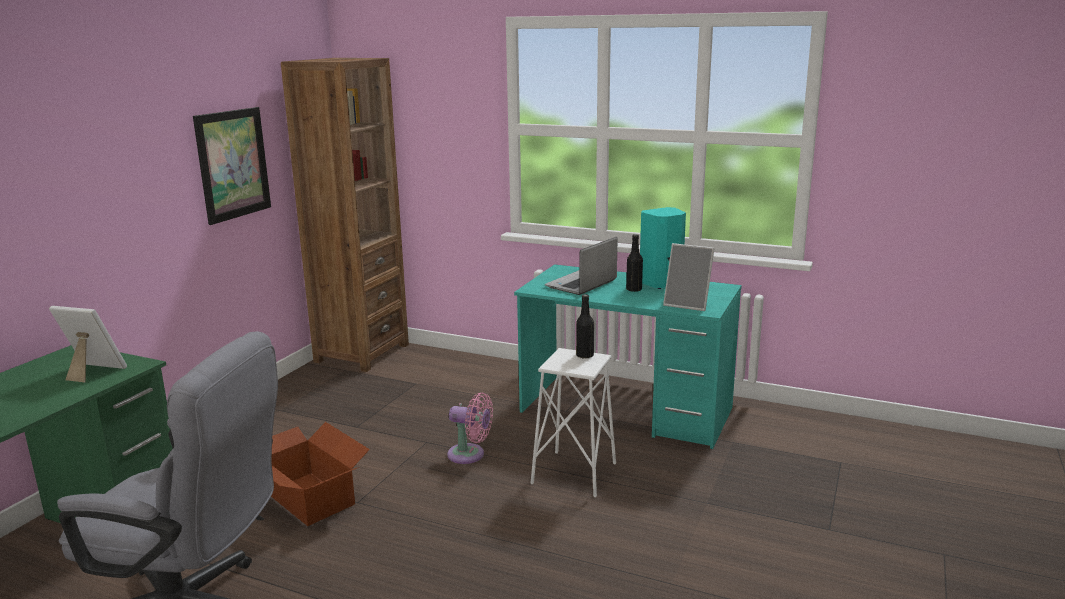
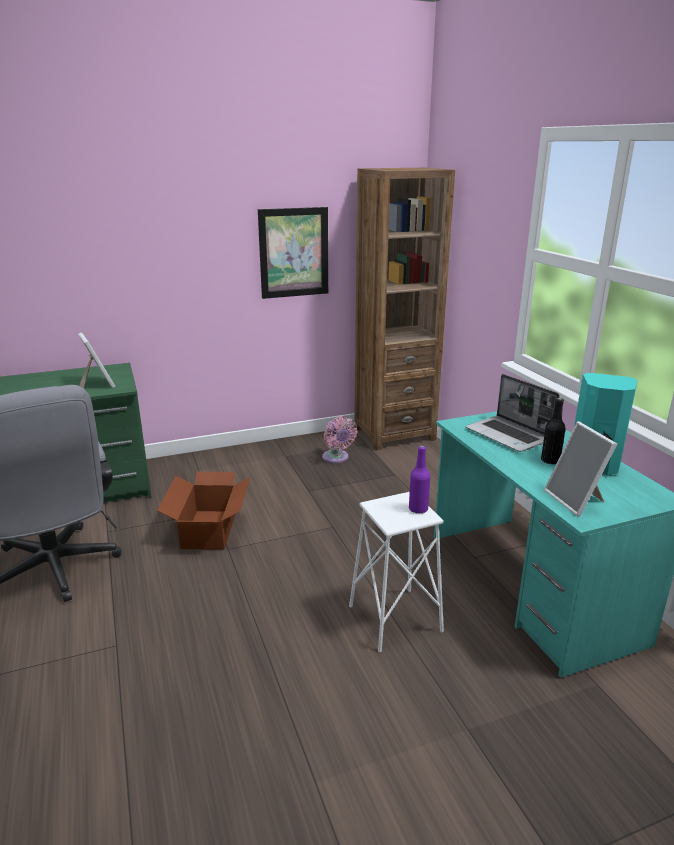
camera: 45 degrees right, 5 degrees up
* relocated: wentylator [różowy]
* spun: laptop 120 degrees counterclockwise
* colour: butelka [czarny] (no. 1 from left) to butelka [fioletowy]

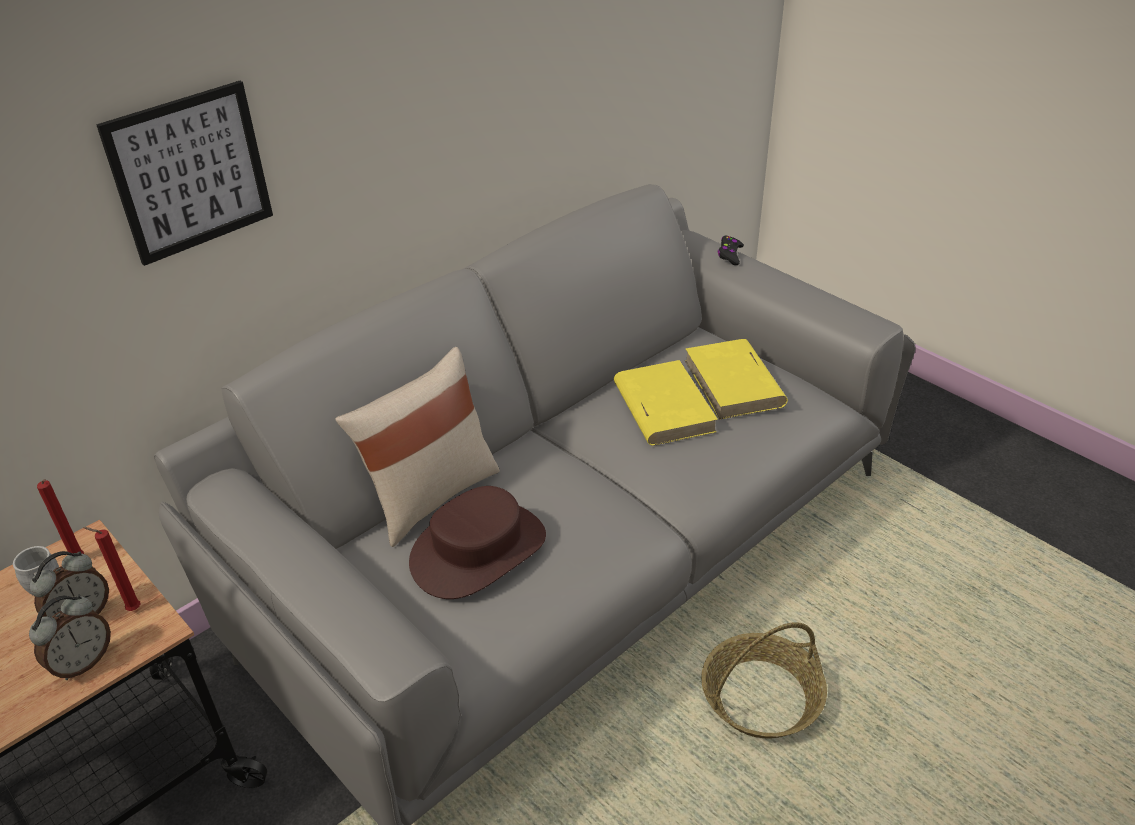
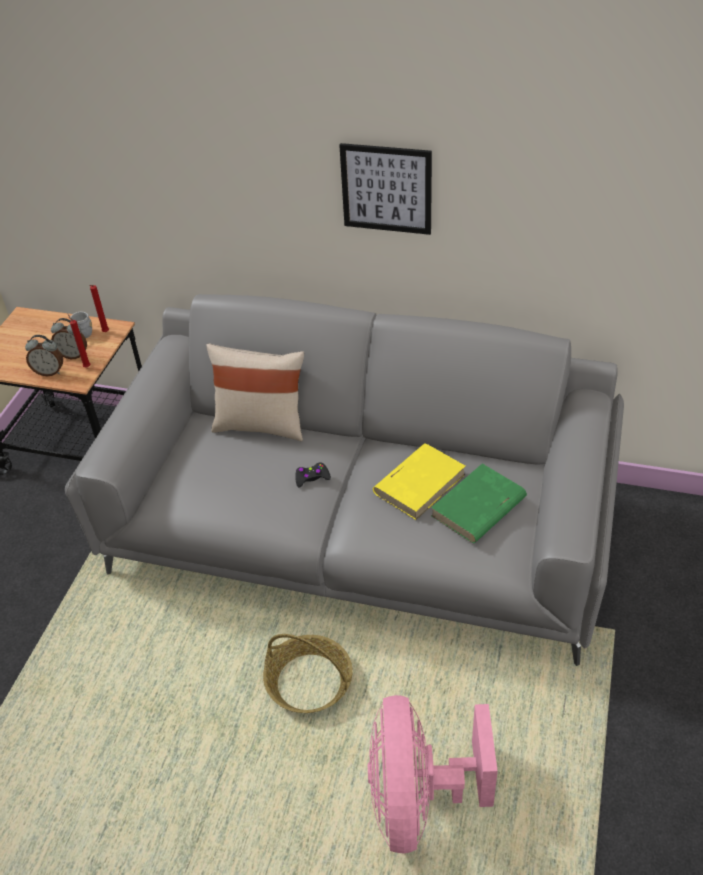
camera: 60 degrees right, 5 degrees up
* relocated: obraz
* missing: kapelusz [brązowy]
* colour: książka [żółty] (no. 2 from left) to książka [zielony]
* relocated: pad do gier [czarny]
* appeared: wentylator [różowy]

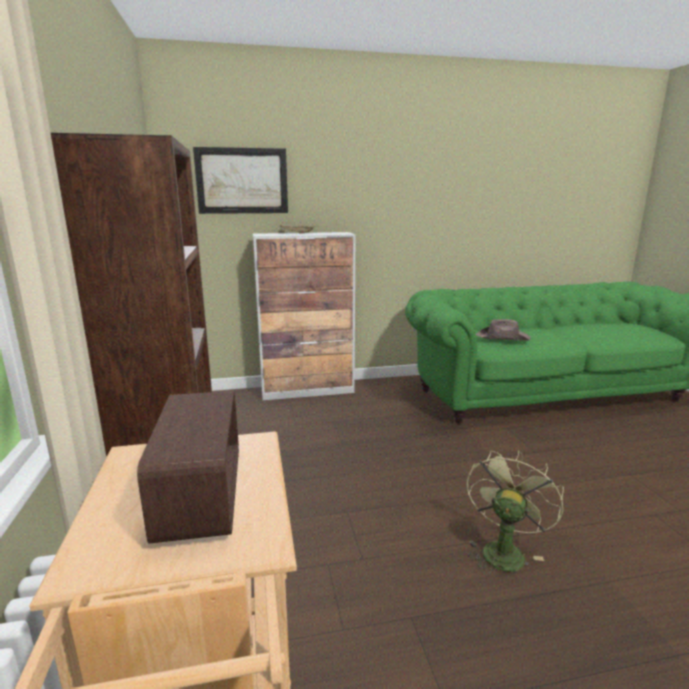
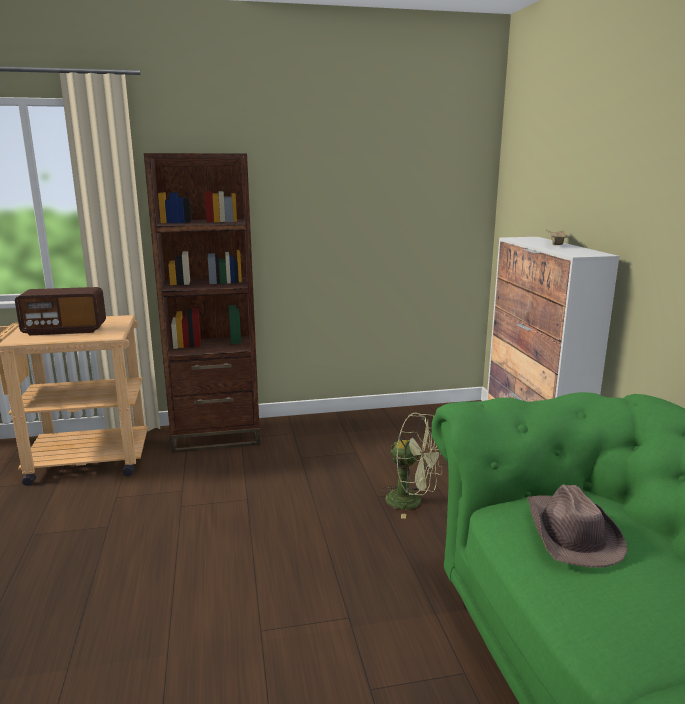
camera: 90 degrees right, 0 degrees up
* missing: obraz
* relocated: wentylator [zielony]

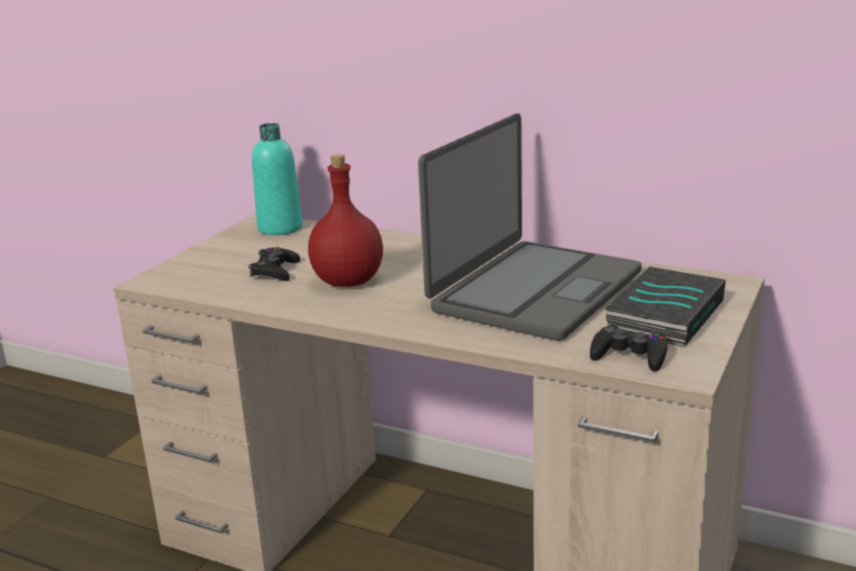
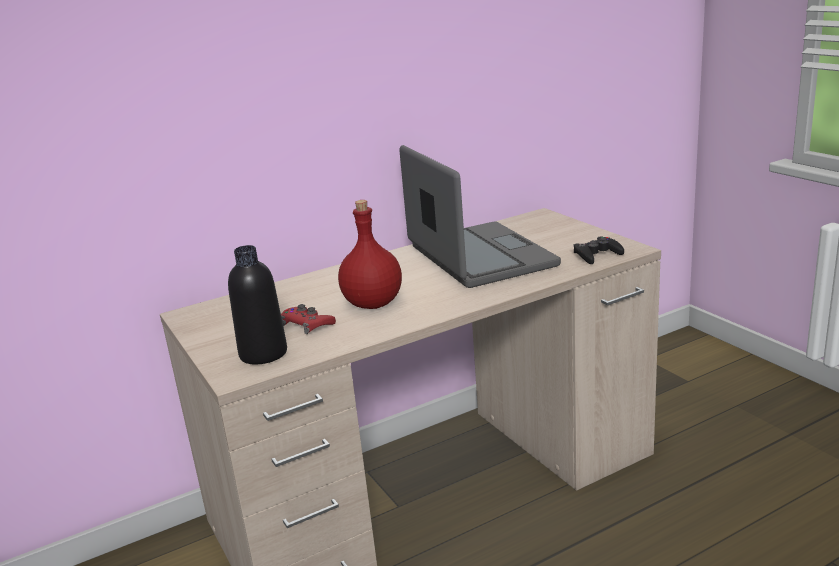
camera: 55 degrees left, 0 degrees up
* colour: pad do gier [czarny] (no. 1 from left) to pad do gier [czerwony]
* missing: butelka [turkusowy]
* missing: książka
* appeared: butelka [czarny]

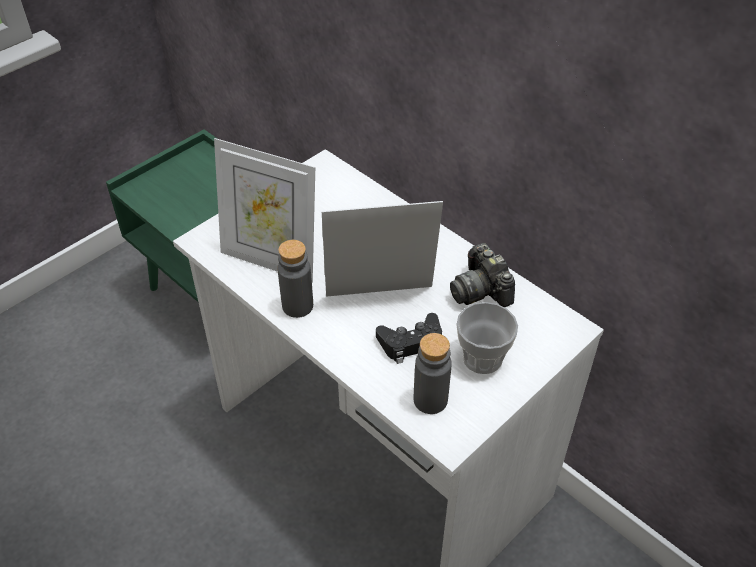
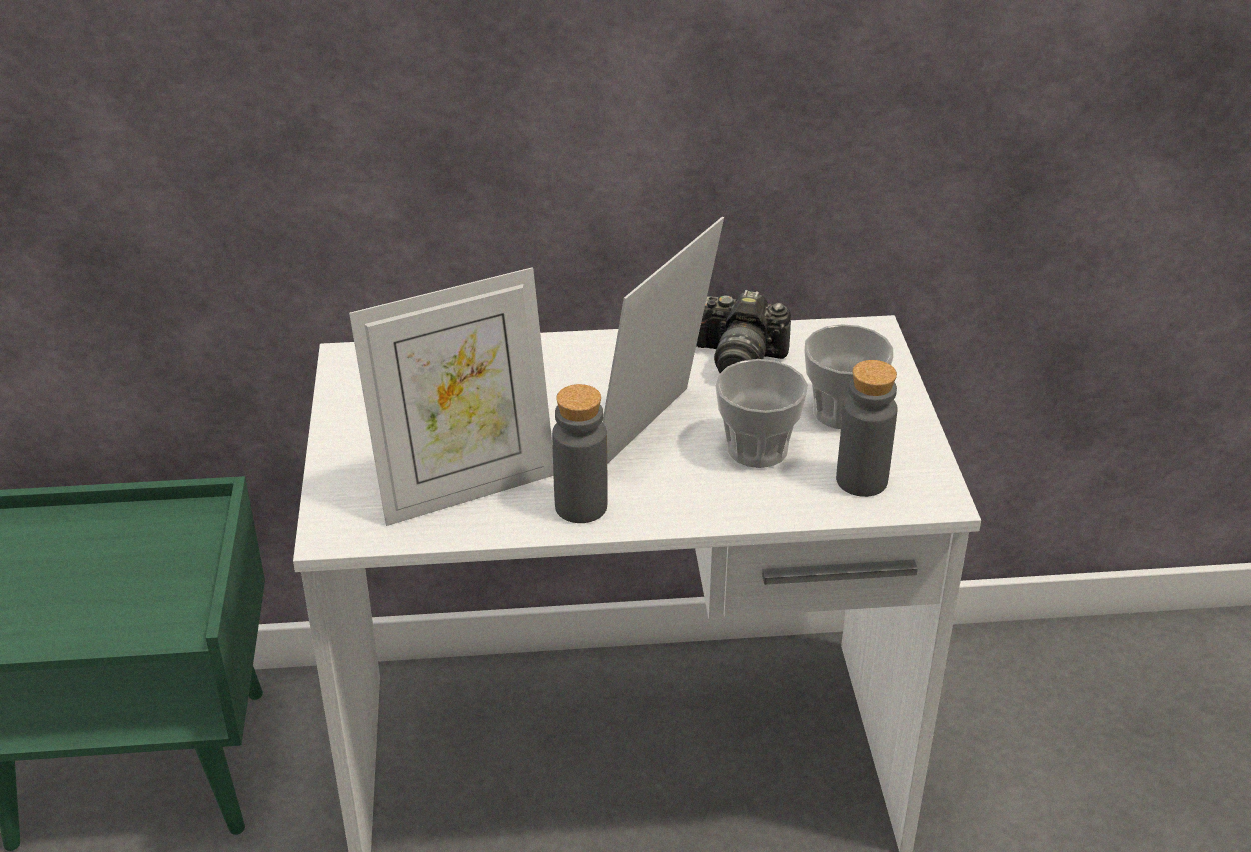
camera: 50 degrees left, 10 degrees down
* exchanged: pad do gier [czarny] to filiżanka (no. 1 from left)

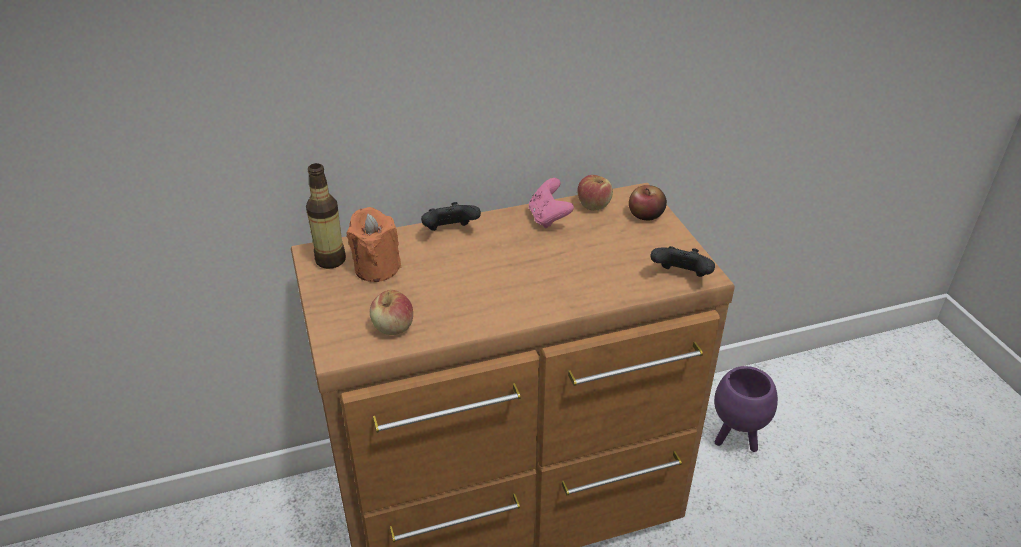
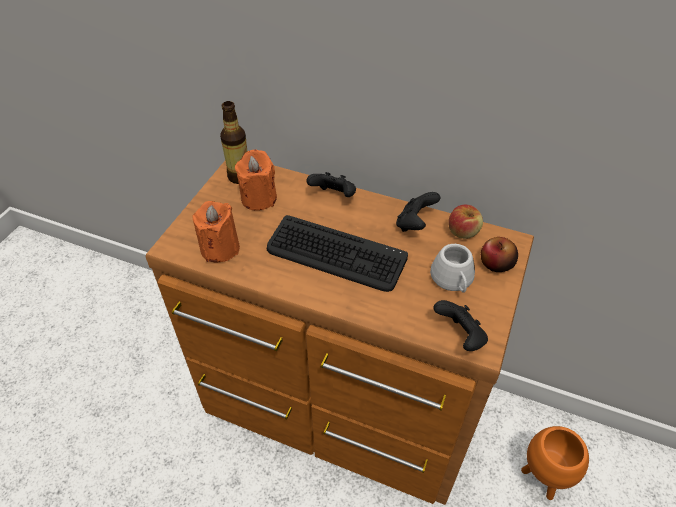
camera: 40 degrees right, 10 degrees up
* exchanged: jabłko (no. 1 from left) to świeca [pomarańczowy] (no. 1 from left)
* colour: pad do gier [różowy] to pad do gier [czarny] (no. 2 from left)
* colour: donica [fioletowy] to donica [pomarańczowy]
* appeared: klawiatura
* appeared: kubek [biały]

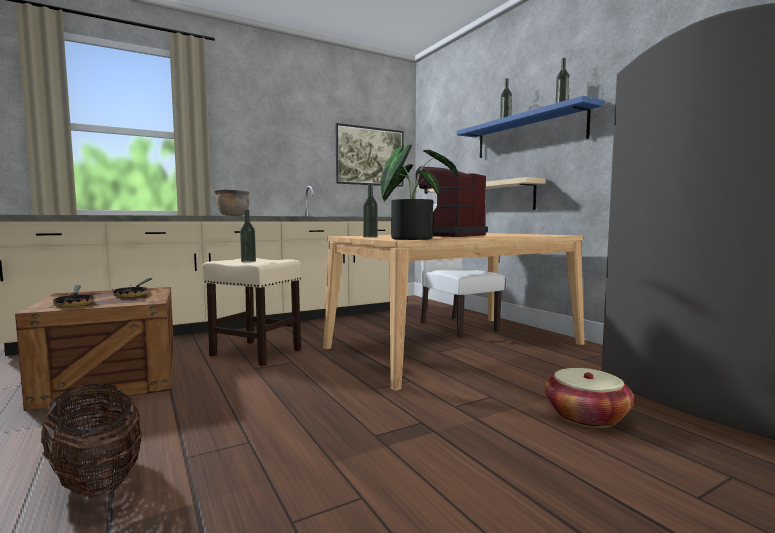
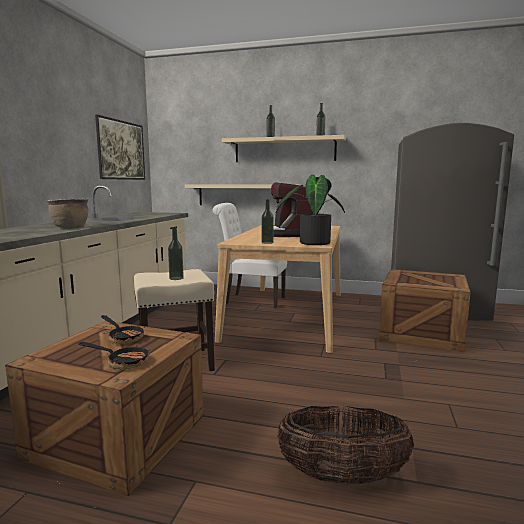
camera: 45 degrees left, 5 degrees up
* colour: półka [niebieski] to półka [beżowy] (no. 2 from left)
* exchanged: koszyk (no. 2 from left) to skrzynka (no. 2 from left)

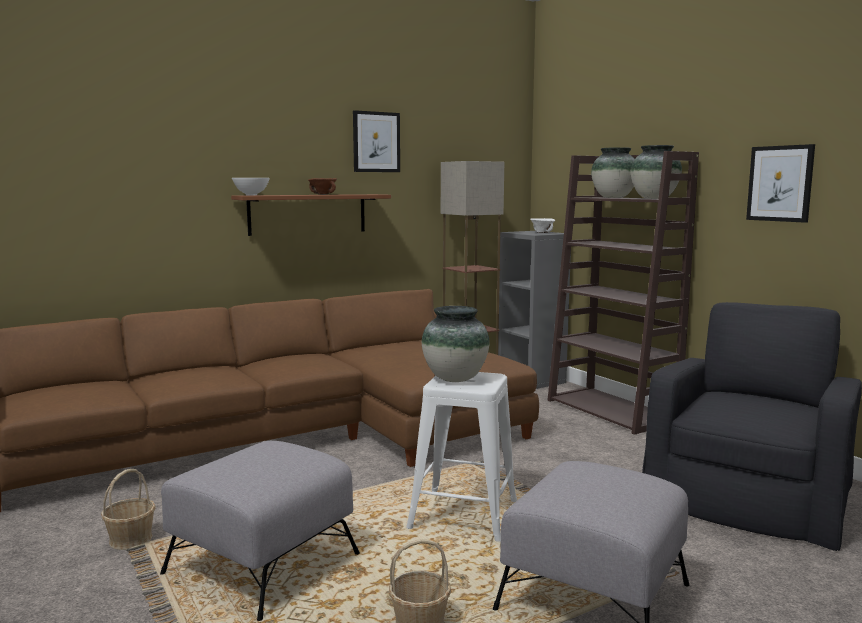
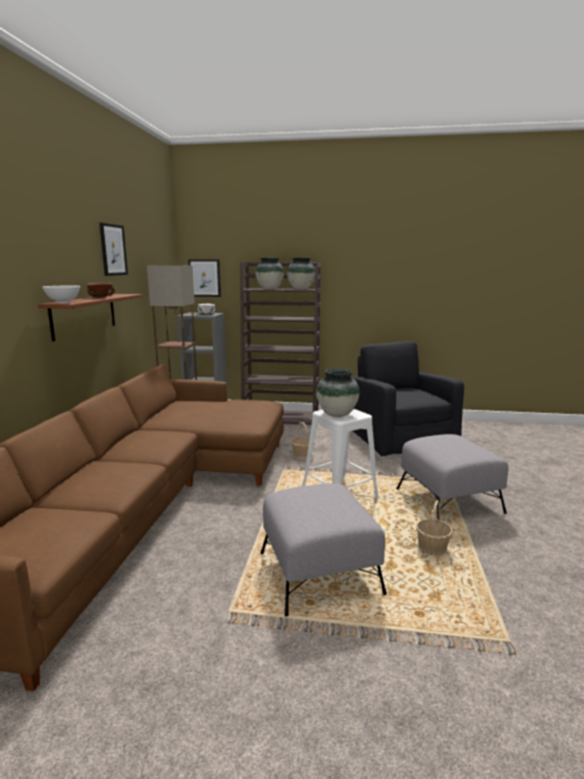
camera: 50 degrees left, 5 degrees up
* relocated: koszyk (no. 1 from left)
* relocated: obraz (no. 2 from left)

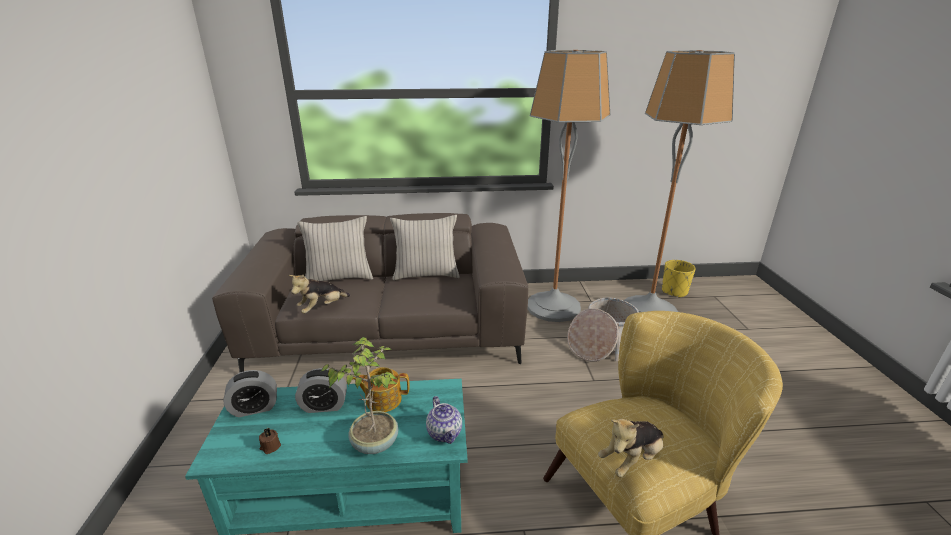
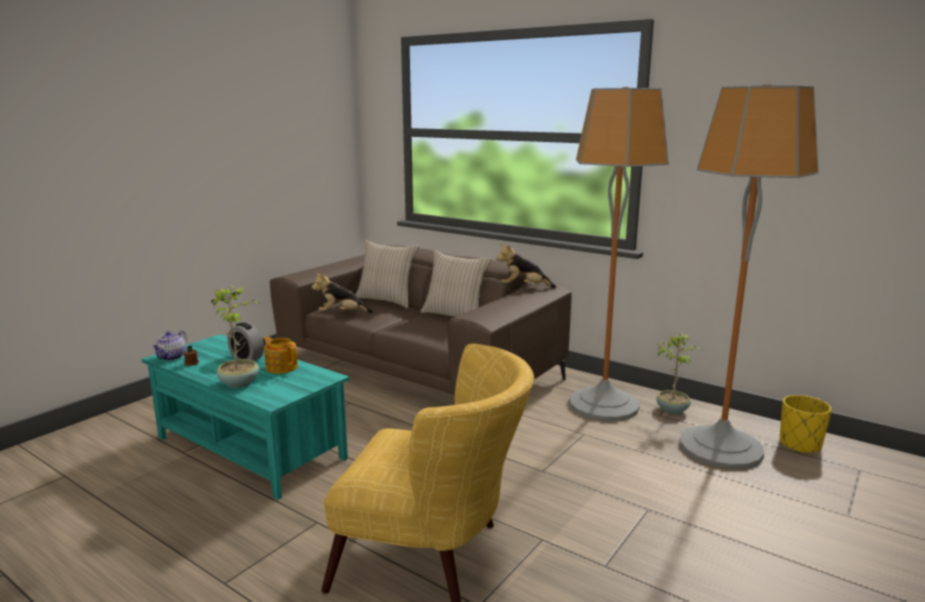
camera: 40 degrees right, 10 degrees down
* missing: budzik (no. 1 from left)
* relocated: imbryk (no. 2 from left in the first image) to imbryk (no. 1 from left)
* missing: koszyk
* relocated: pluszak (no. 2 from left)
* appeared: roślina doniczkowa (no. 2 from left)

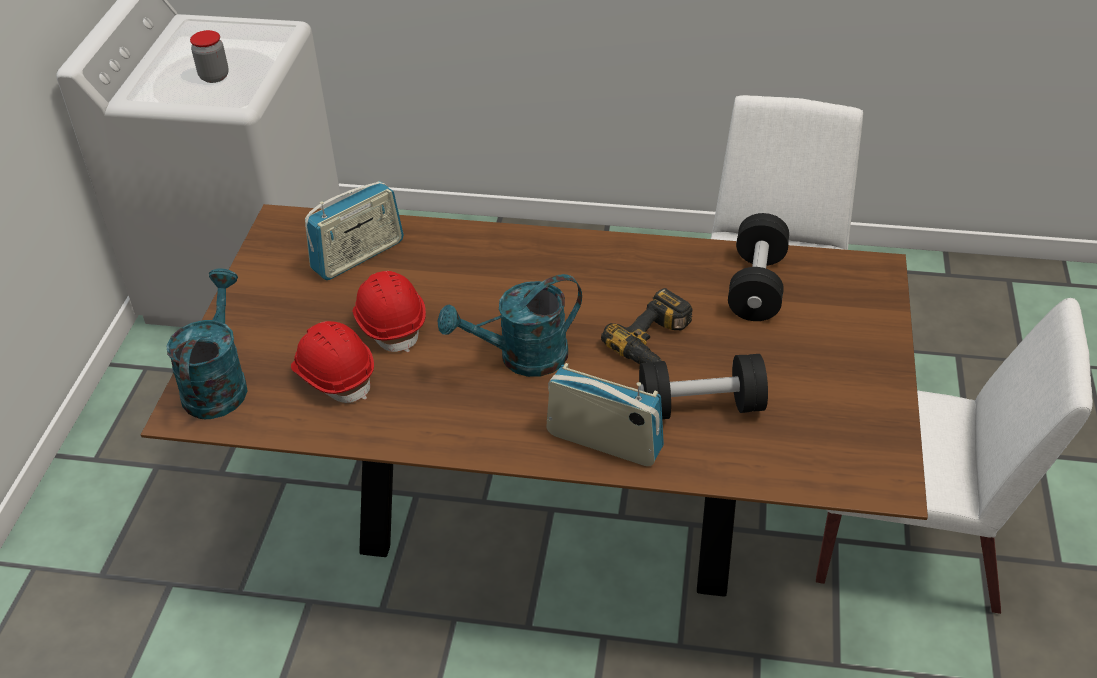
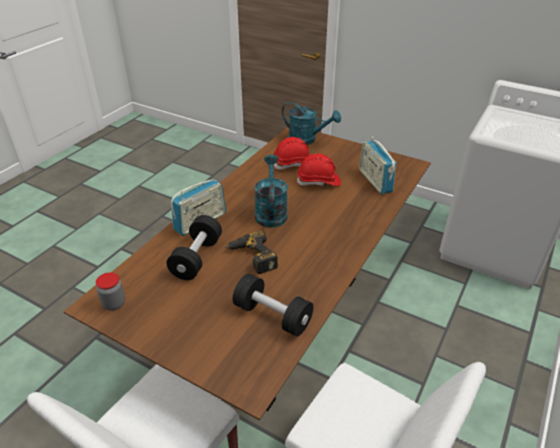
camera: 110 degrees right, 5 degrees down
* relocated: słoik

